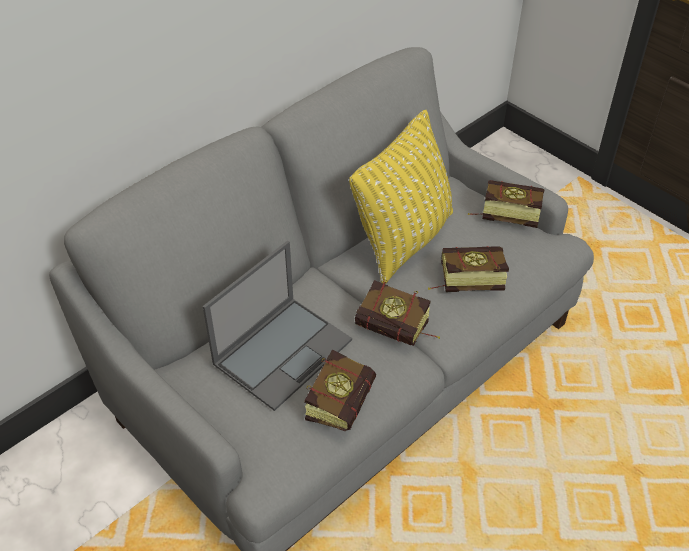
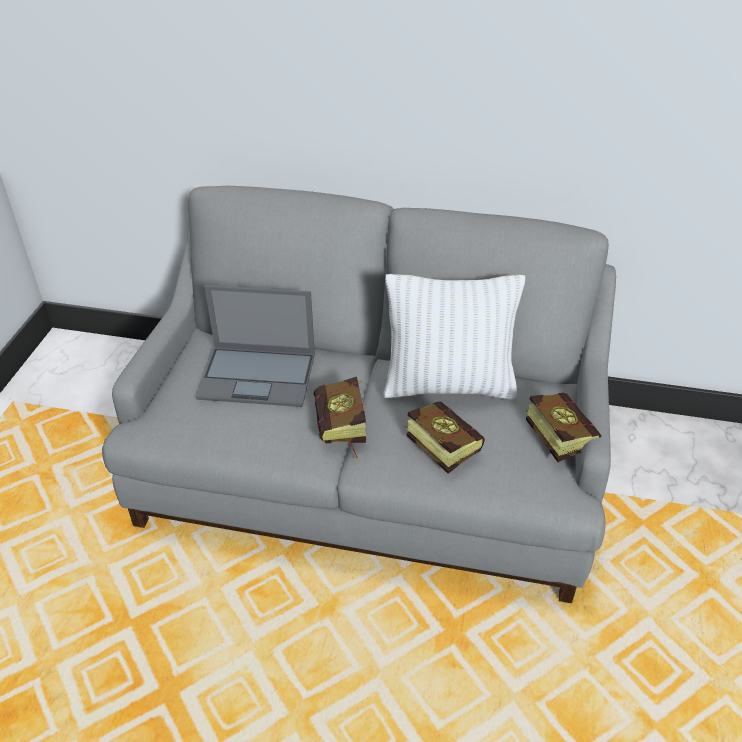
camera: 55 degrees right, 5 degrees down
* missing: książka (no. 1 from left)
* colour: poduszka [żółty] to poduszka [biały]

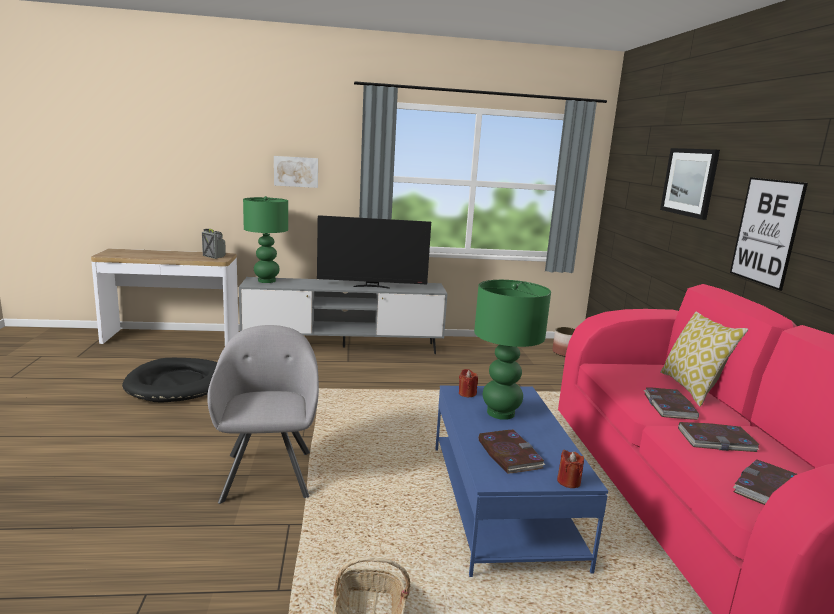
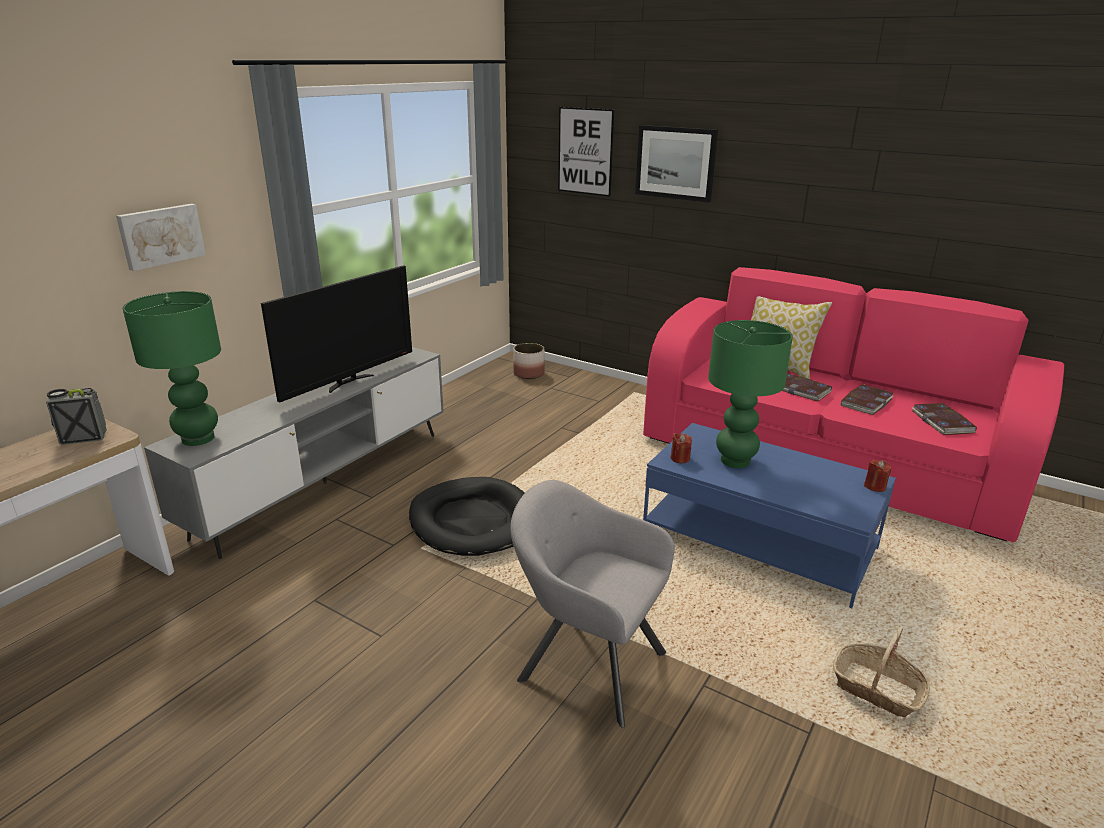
camera: 50 degrees left, 10 degrees up
* relocated: legowisko [czarny]
* missing: książka (no. 1 from left)
* relocated: obraz (no. 3 from left in the first image) to obraz (no. 2 from left)

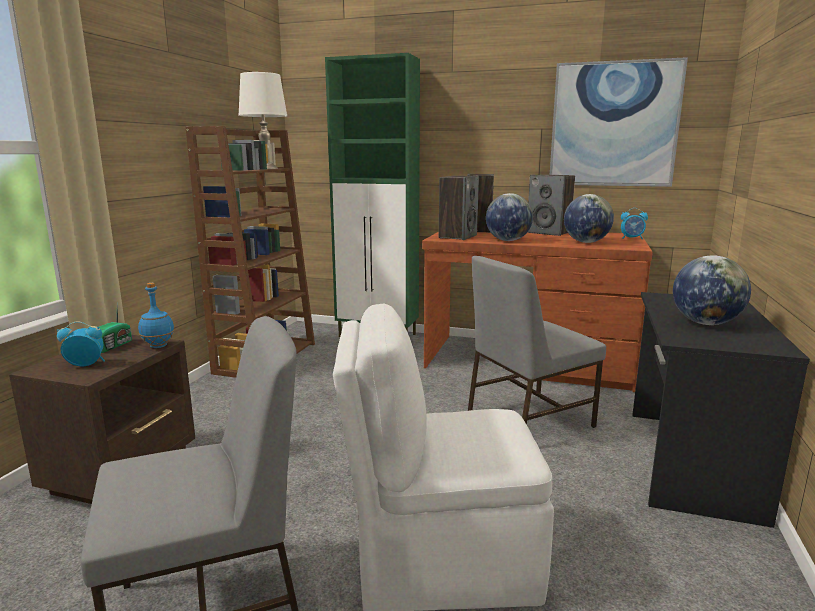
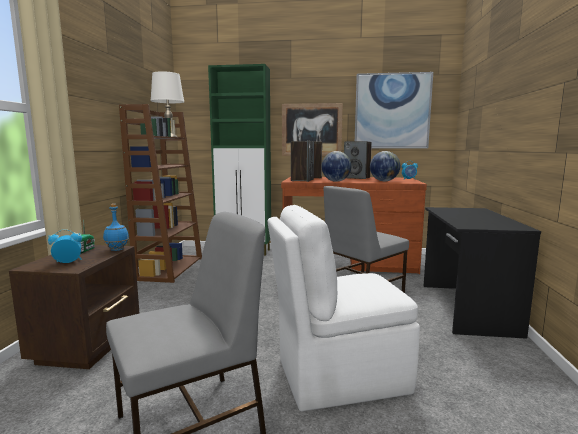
camera: 10 degrees left, 5 degrees down
* missing: globus (no. 3 from left)
* appeared: obraz (no. 1 from left)

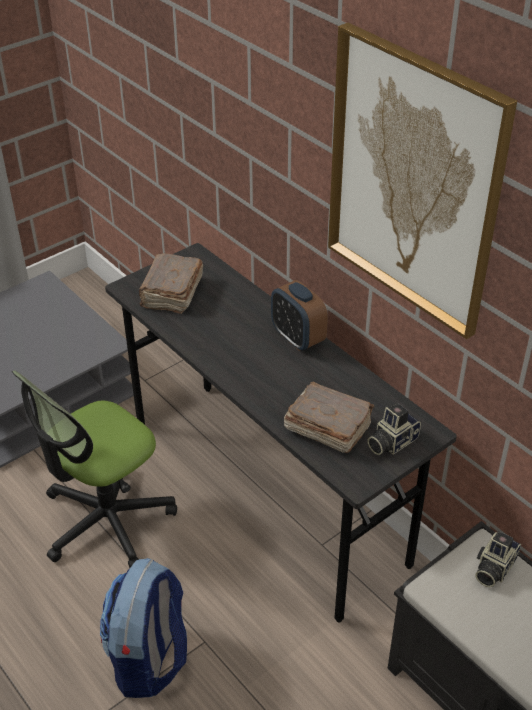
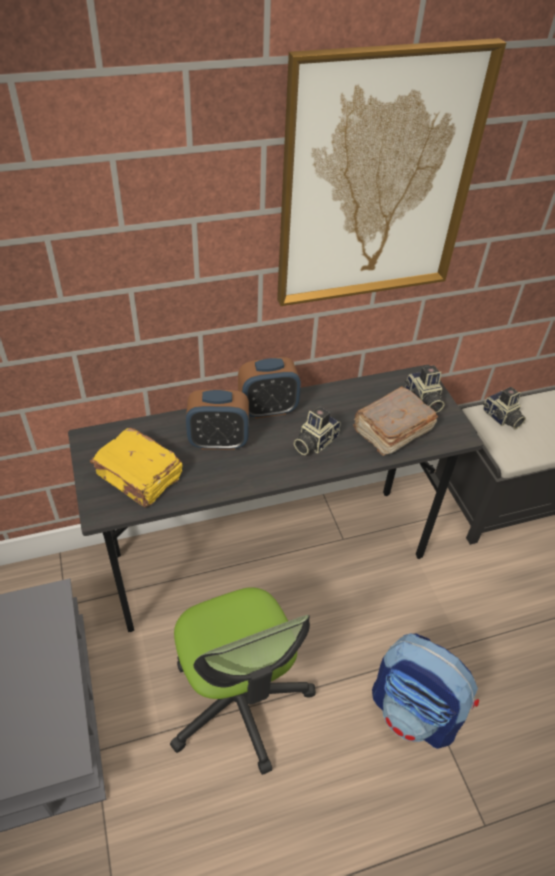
camera: 70 degrees left, 5 degrees up
* colour: książka [brązowy] (no. 1 from left) to książka [żółty]
* appeared: budzik (no. 1 from left)
* appeared: aparat fotograficzny (no. 1 from left)

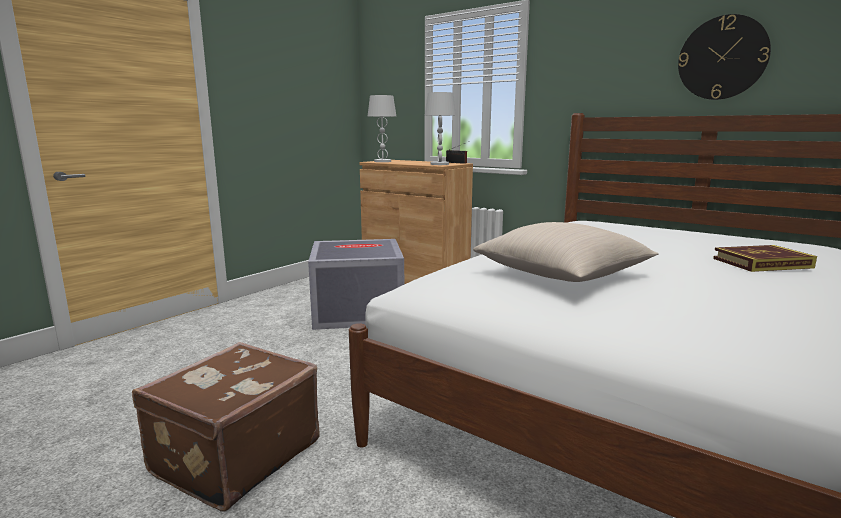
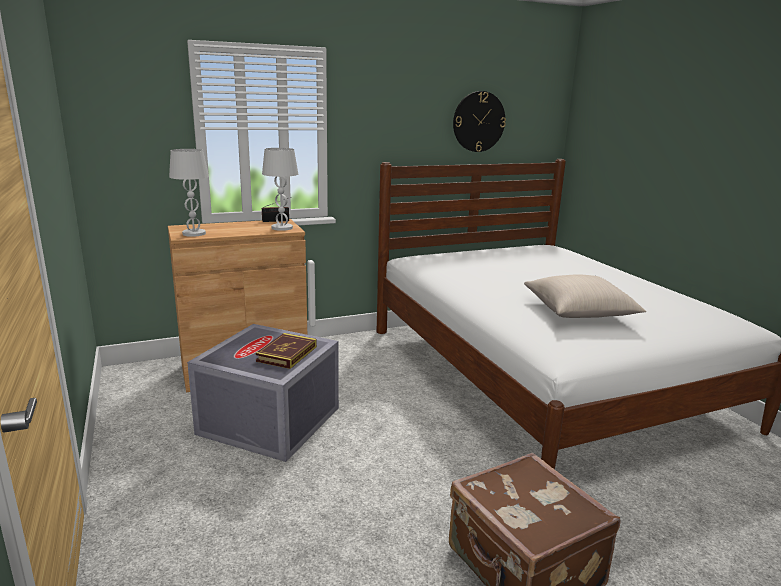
camera: 60 degrees left, 5 degrees up
* relocated: książka

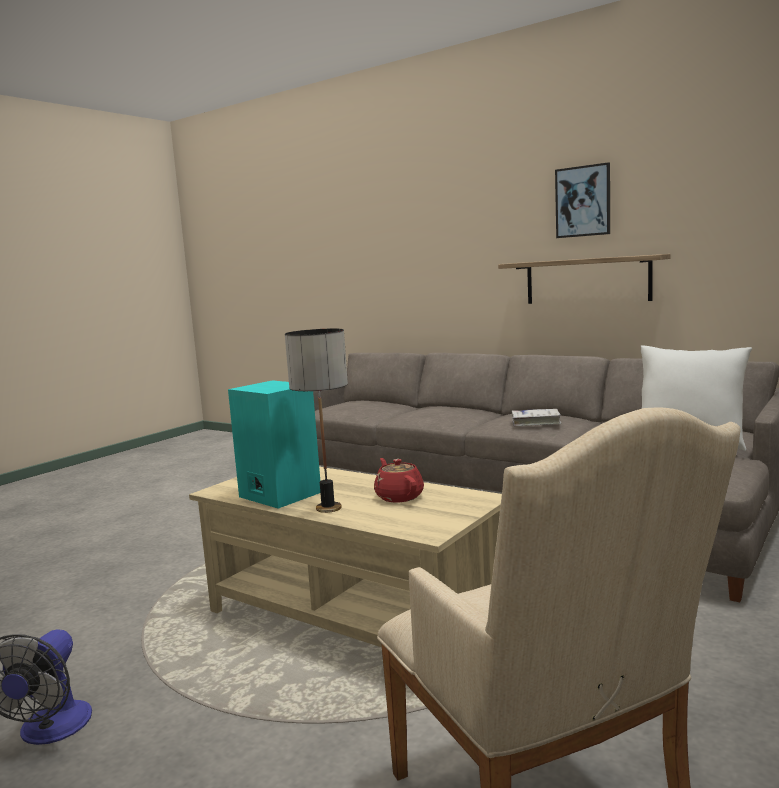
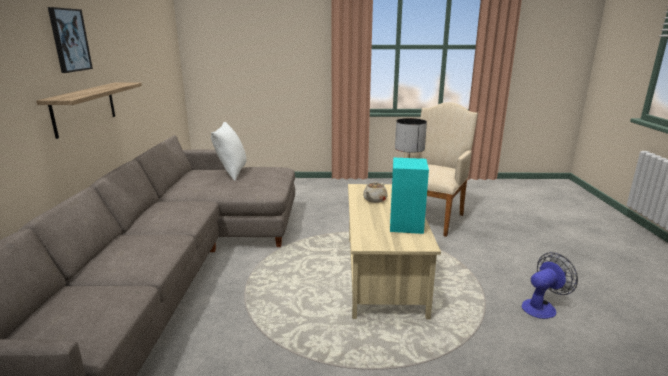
camera: 125 degrees left, 10 degrees up
* colour: imbryk [czerwony] to imbryk [beżowy]
* missing: książka [biały]

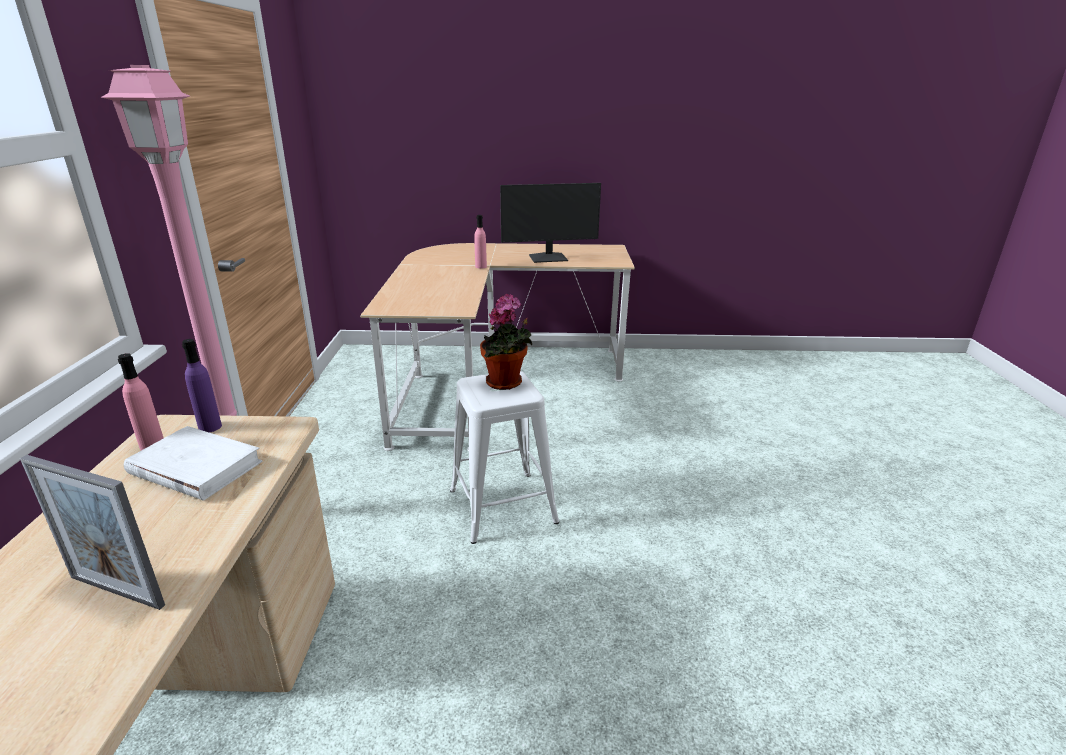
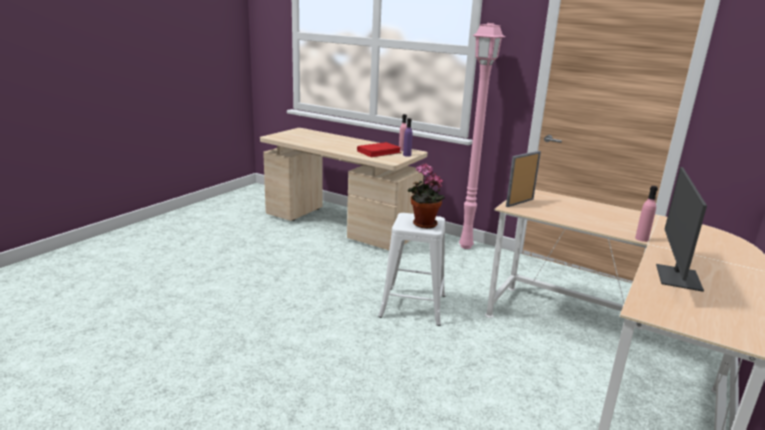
camera: 120 degrees right, 5 degrees down
* relocated: ramka na zdjęcie
* colour: książka [biały] to książka [czerwony]

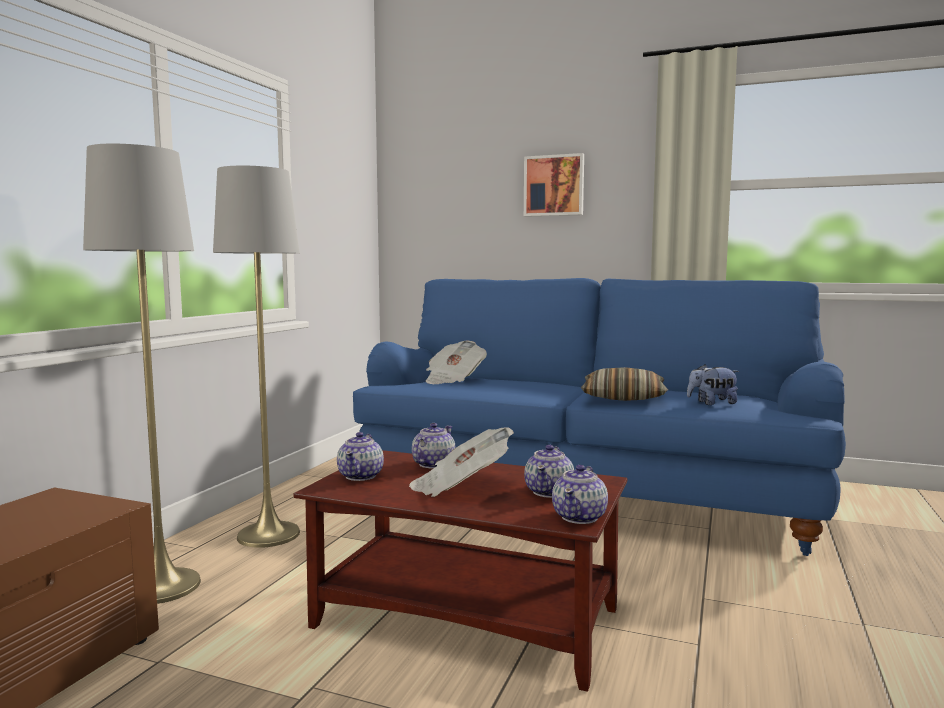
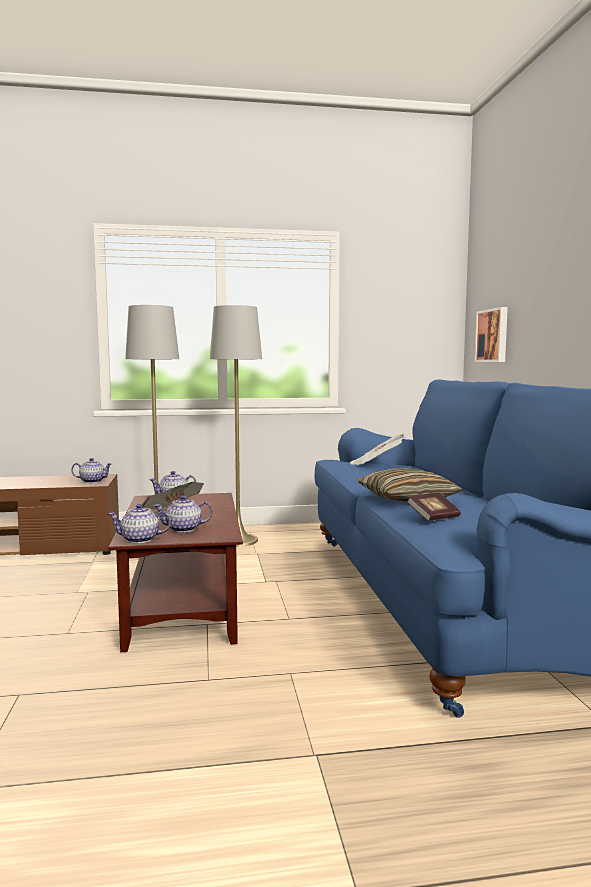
camera: 60 degrees right, 0 degrees up
* relocated: imbryk (no. 2 from left in the first image) to imbryk (no. 1 from left)
* relocated: obraz
* exchanged: pluszak to książka

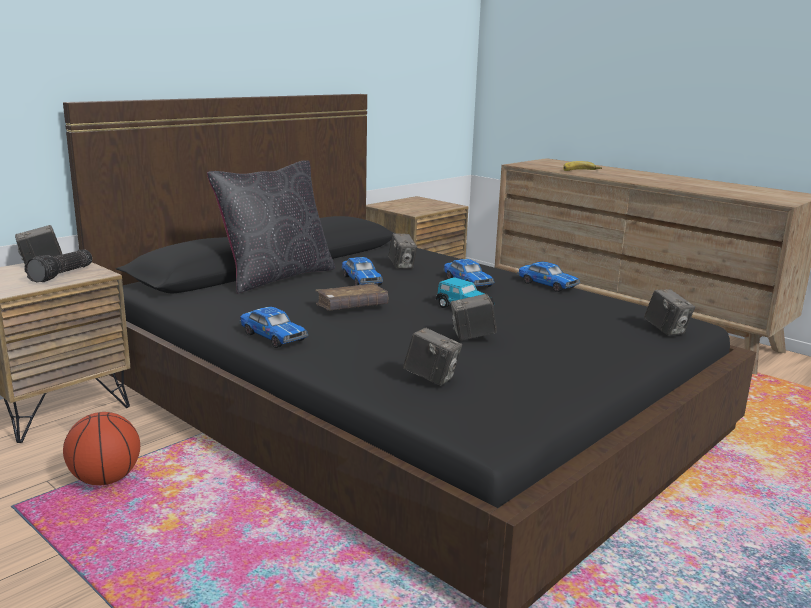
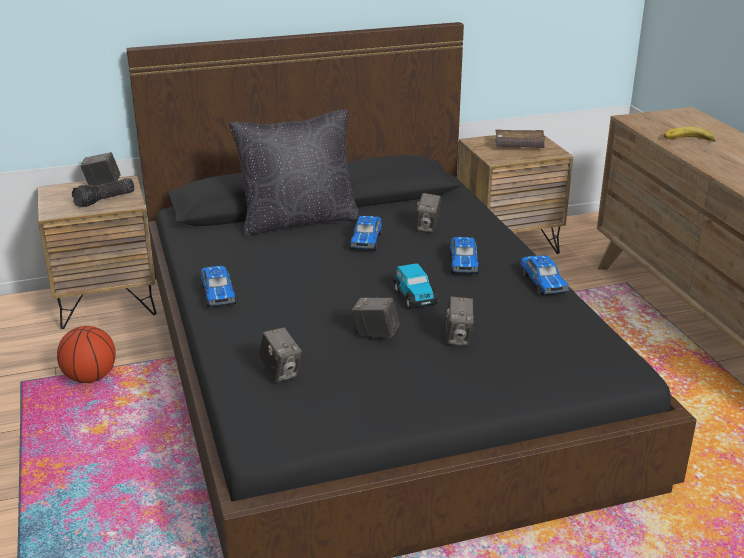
camera: 30 degrees right, 10 degrees up
* relocated: książka [brązowy]
* relocated: aparat fotograficzny (no. 5 from left)

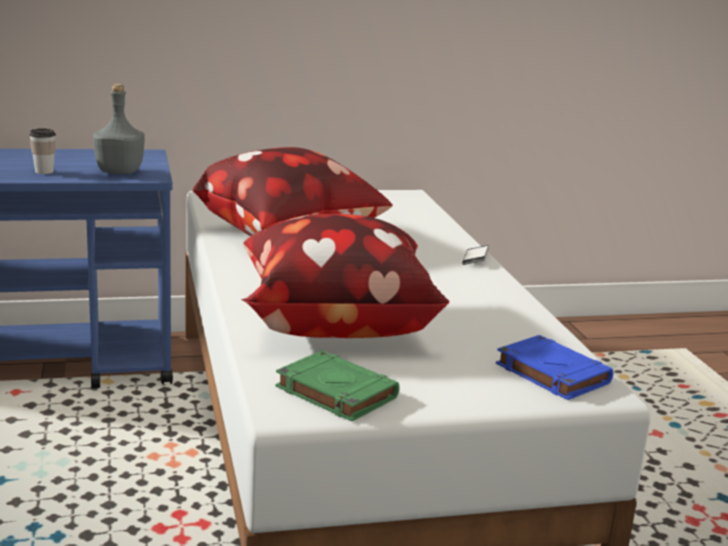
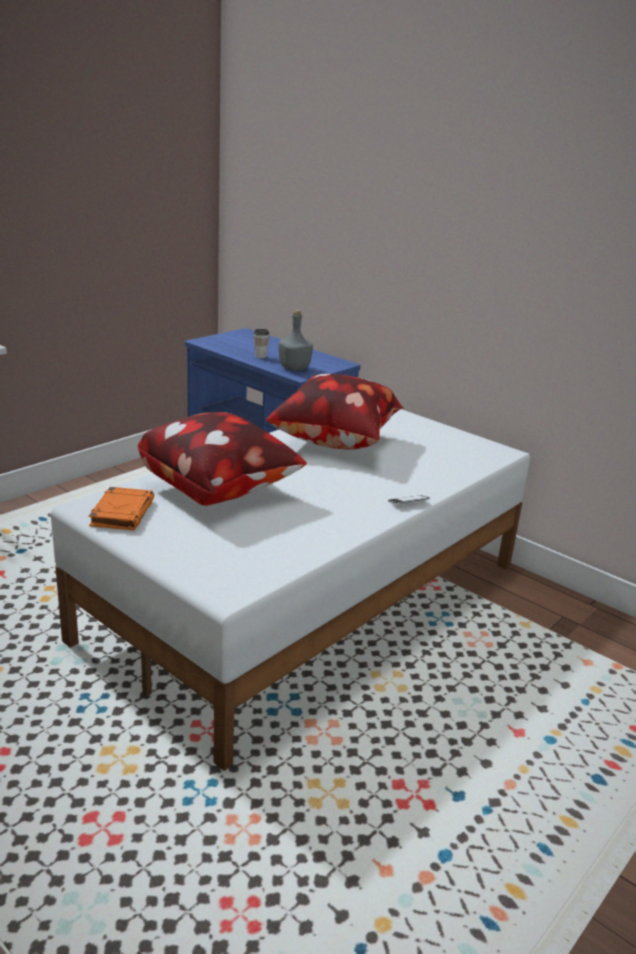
camera: 55 degrees right, 5 degrees up
* colour: książka [zielony] to książka [pomarańczowy]
* missing: książka [niebieski]

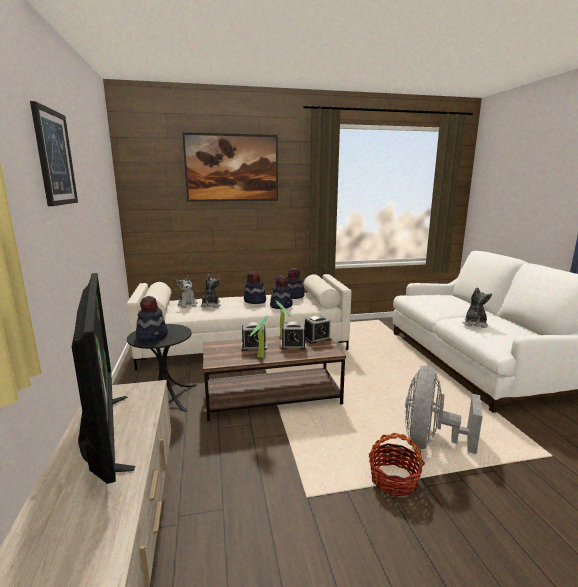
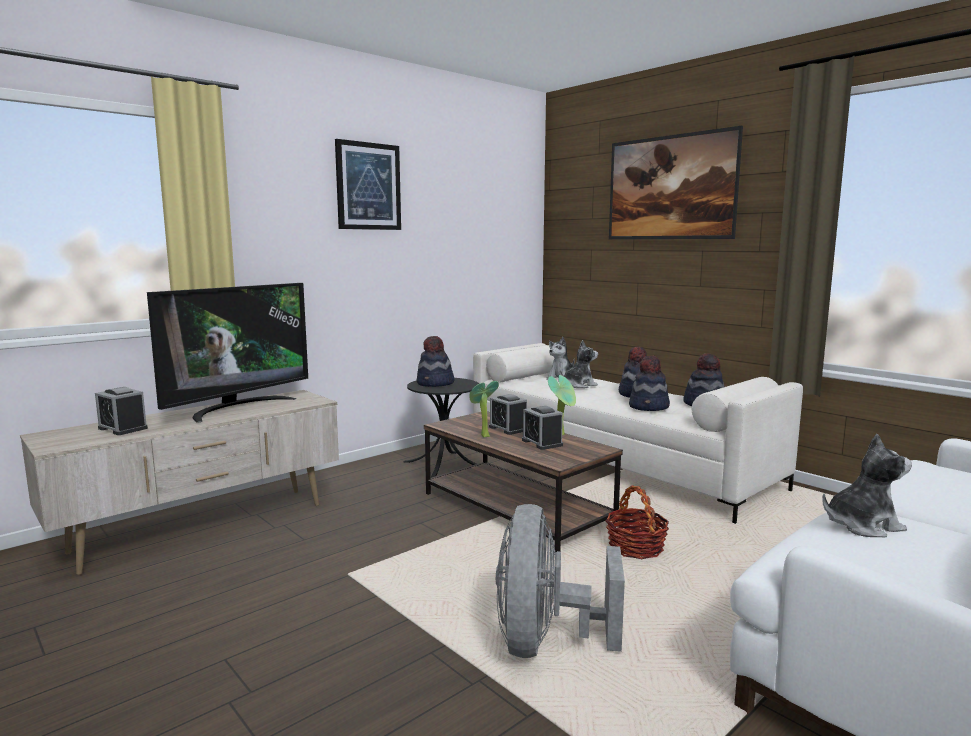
camera: 60 degrees right, 5 degrees down
* relocated: budzik (no. 3 from left in the first image) to budzik (no. 1 from left)
* relocated: koszyk
* spun: wentylator [szary] 75 degrees counterclockwise

